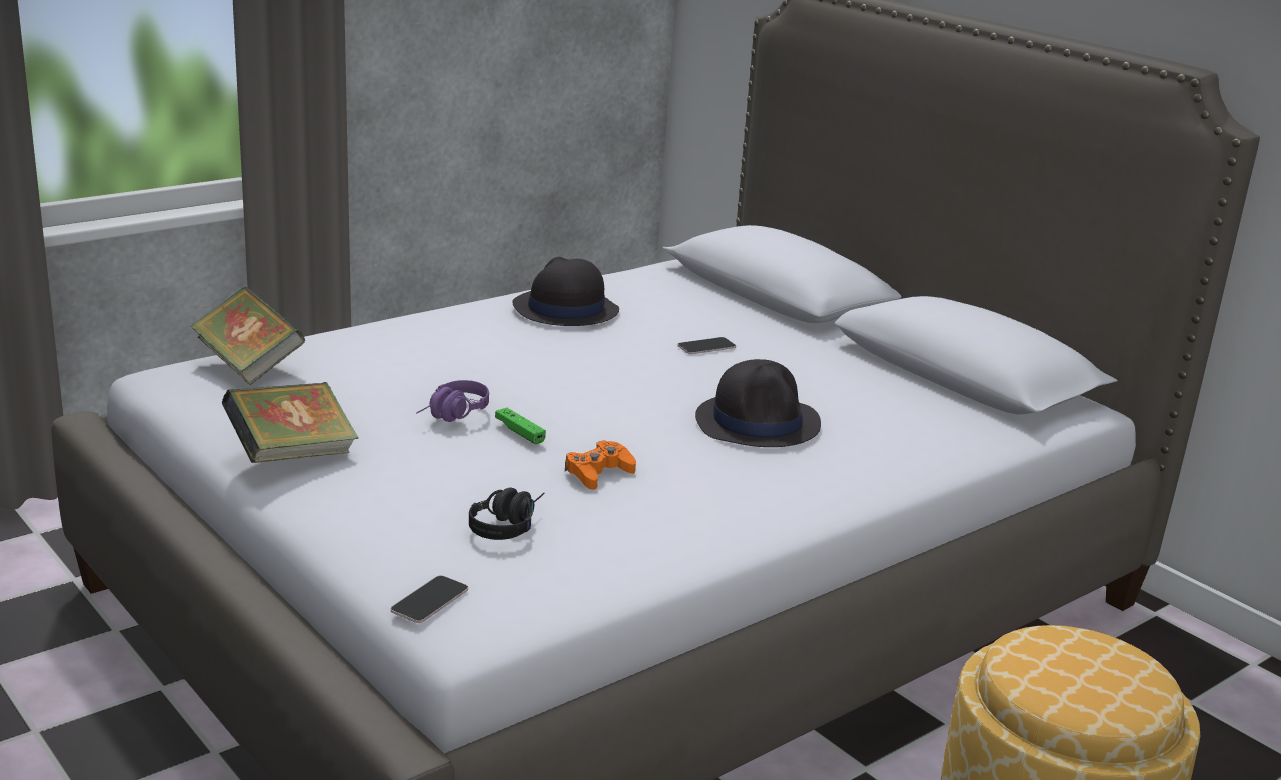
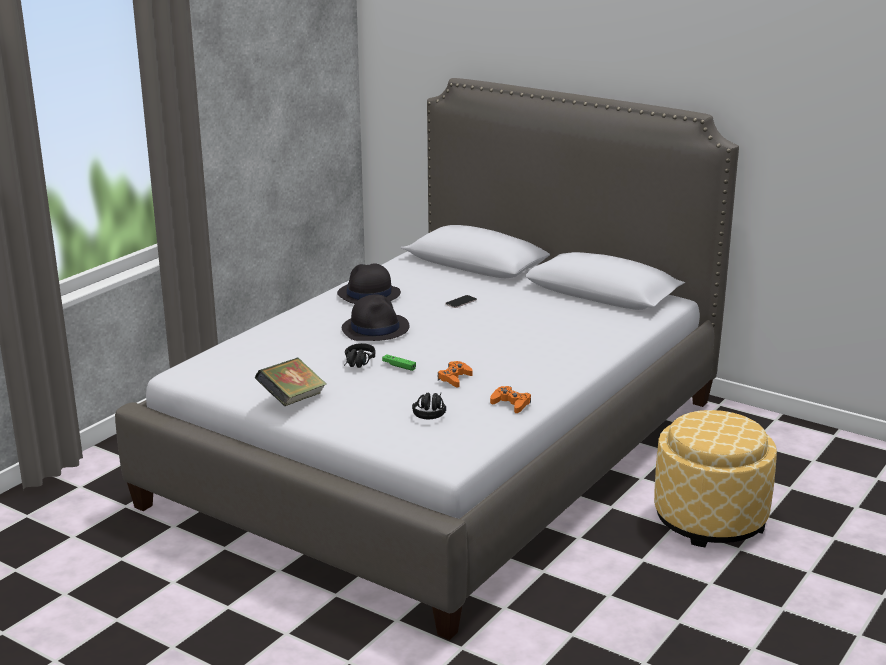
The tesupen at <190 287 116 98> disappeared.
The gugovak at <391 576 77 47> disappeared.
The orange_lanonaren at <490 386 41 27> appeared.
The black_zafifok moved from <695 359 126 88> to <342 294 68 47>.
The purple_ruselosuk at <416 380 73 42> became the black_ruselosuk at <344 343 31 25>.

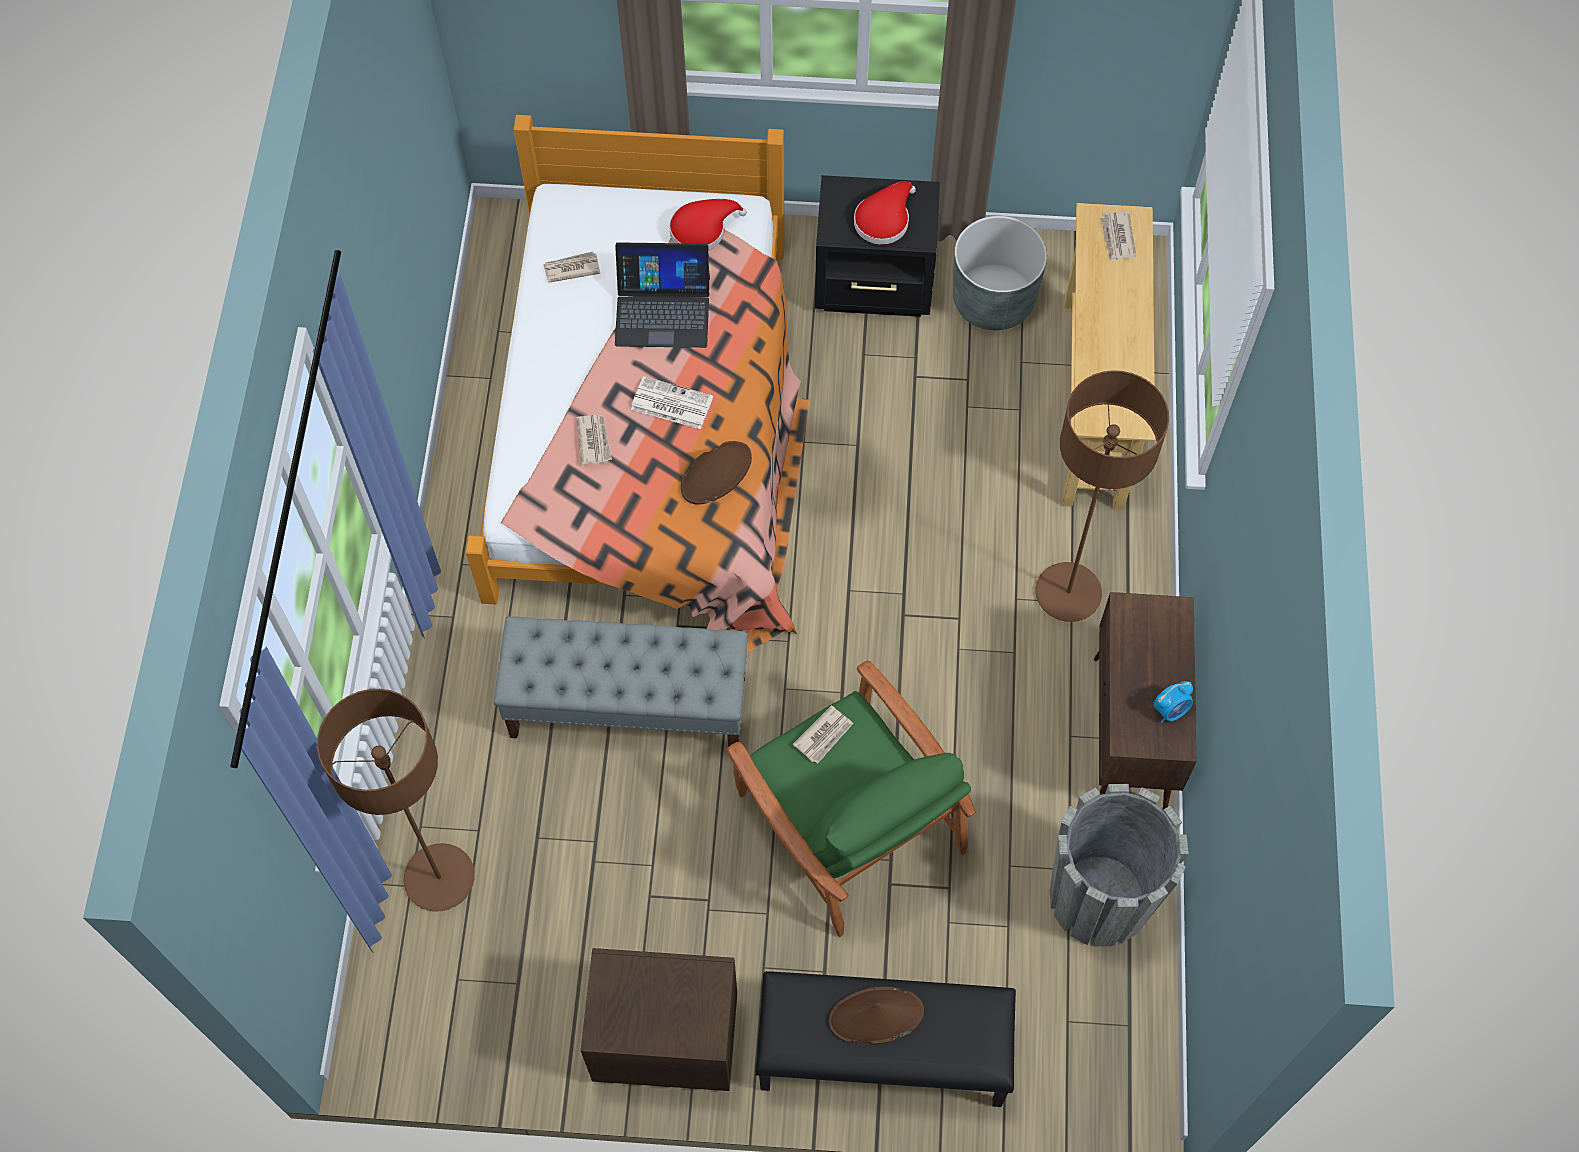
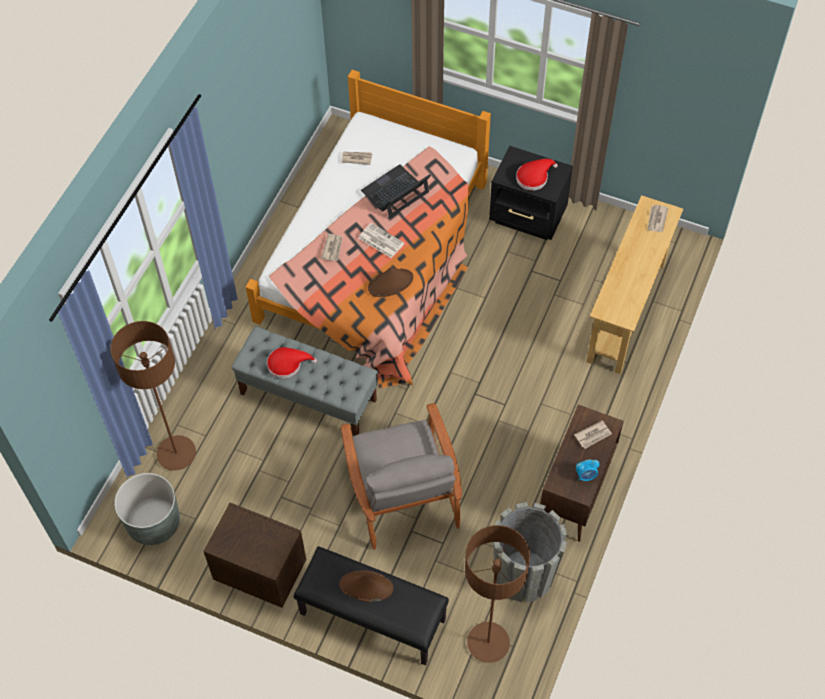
The red_zafifok moved from <669 199 78 51> to <267 347 50 32>.
The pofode moved from <793 705 61 59> to <574 420 38 29>.
The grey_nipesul moved from <953 216 94 114> to <114 473 66 72>.
The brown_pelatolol moved from <1036 370 133 252> to <465 525 65 138>.
The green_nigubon at <726 660 250 277> became the grey_nigubon at <341 403 121 147>.
The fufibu at <615 242 95 106> turned 120 degrees clockwise.

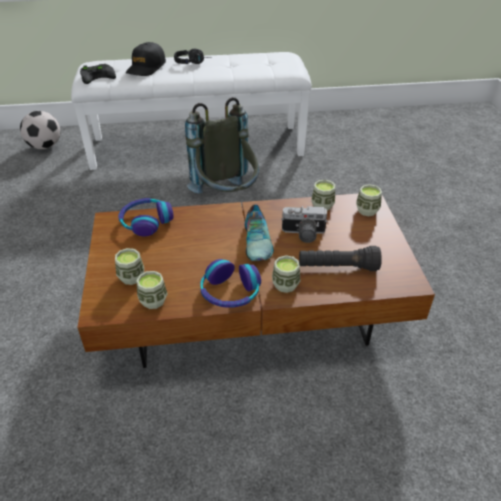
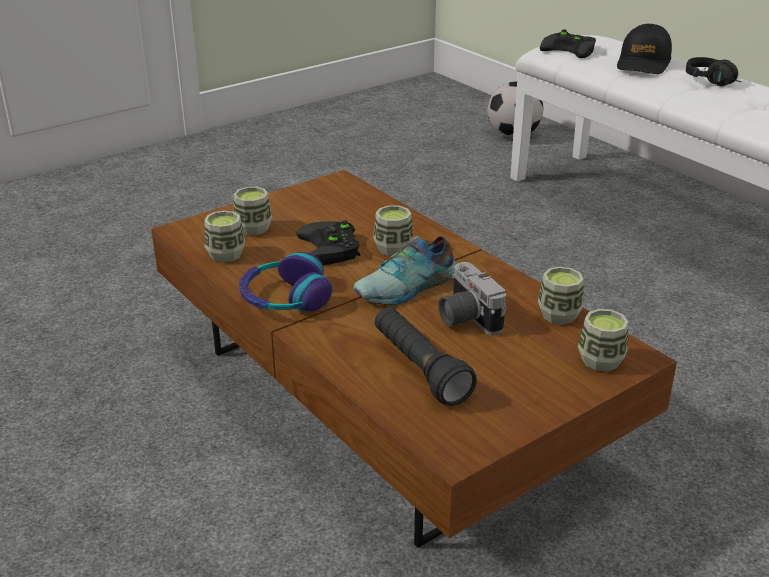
The ruselosuk at <118 198 56 39> disappeared.
The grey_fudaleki at <185 97 74 97> disappeared.
The black_lanonaren at <296 220 64 45> appeared.
The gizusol moved from <272 255 28 38> to <373 205 41 51>.
The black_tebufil at <126 42 40 34> turned 60 degrees counterclockwise.

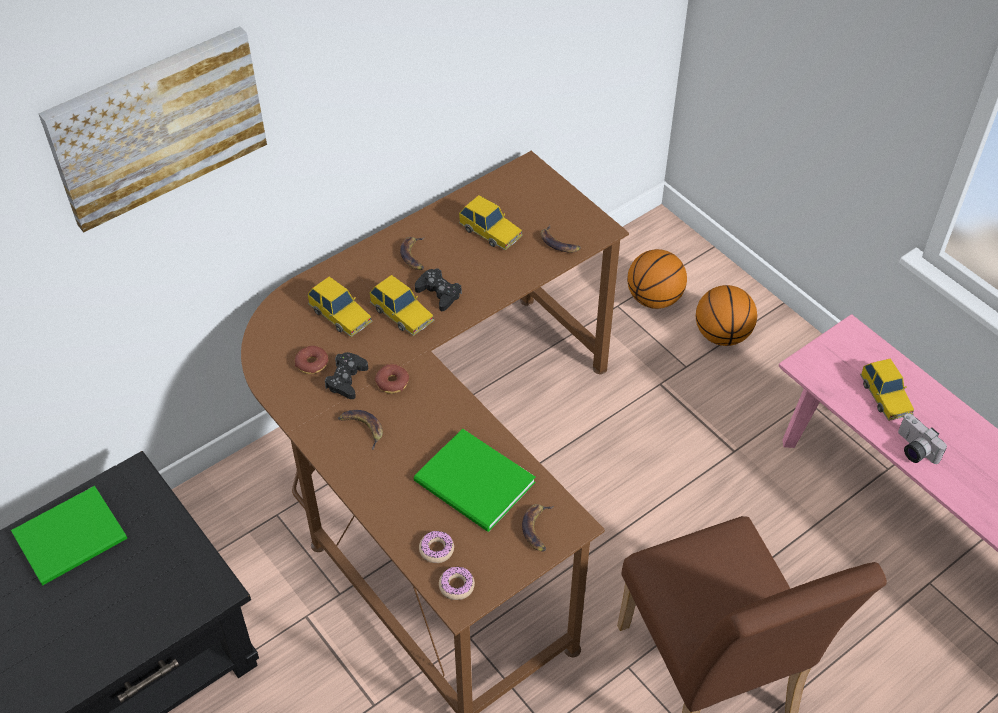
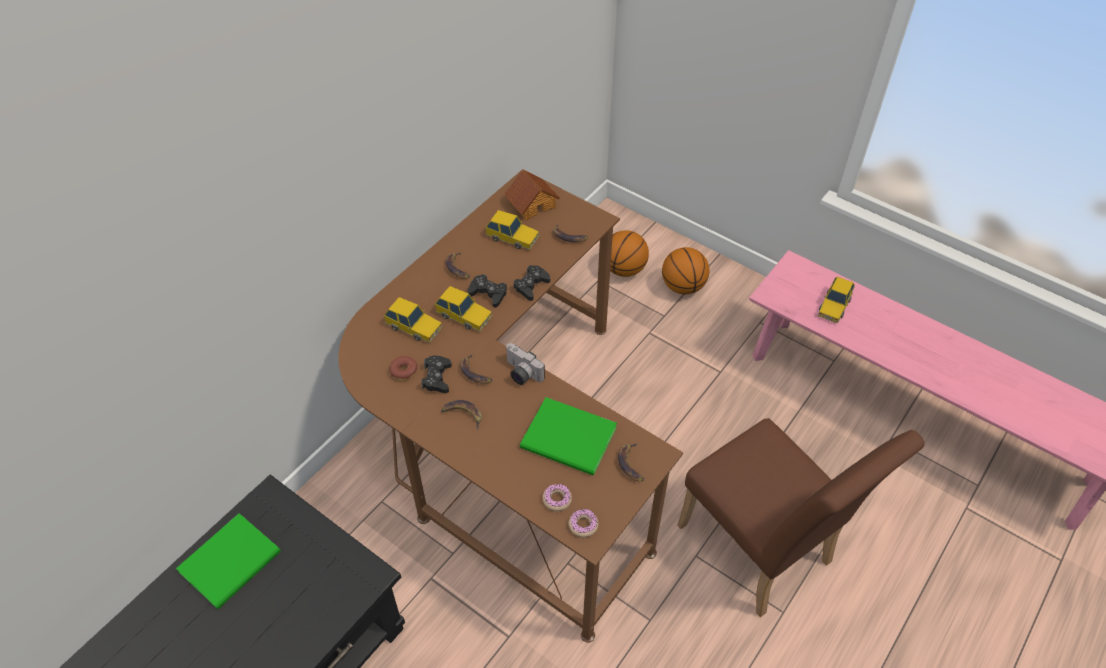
The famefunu at <38 26 229 207> disappeared.
The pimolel at <504 169 56 51> appeared.
The black_lanonaren at <513 265 37 36> appeared.
The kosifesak moved from <898 413 49 51> to <506 343 39 42>.
The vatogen at <375 364 34 30> was replaced by the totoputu at <460 353 32 31>.
The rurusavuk at <860 358 54 63> turned 60 degrees clockwise.

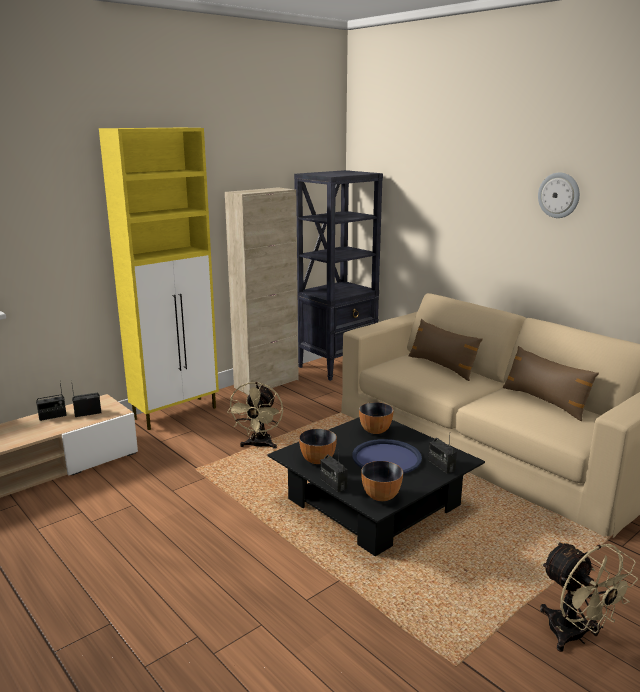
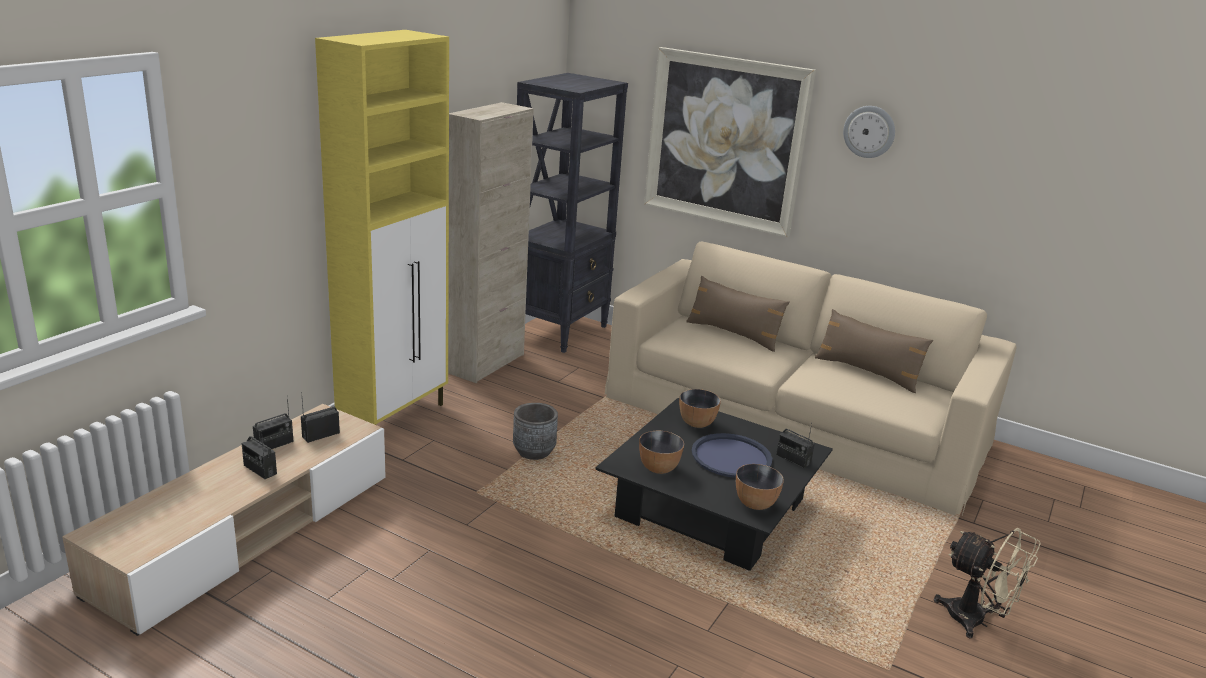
The famefunu at <644 47 172 190> appeared.
The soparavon moved from <320 449 28 43> to <242 429 35 50>.
The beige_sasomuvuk at <227 382 56 67> was replaced by the grey_nipesul at <513 403 45 57>.

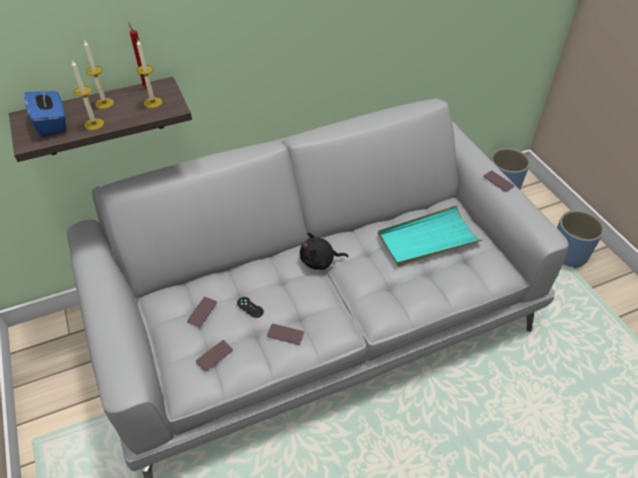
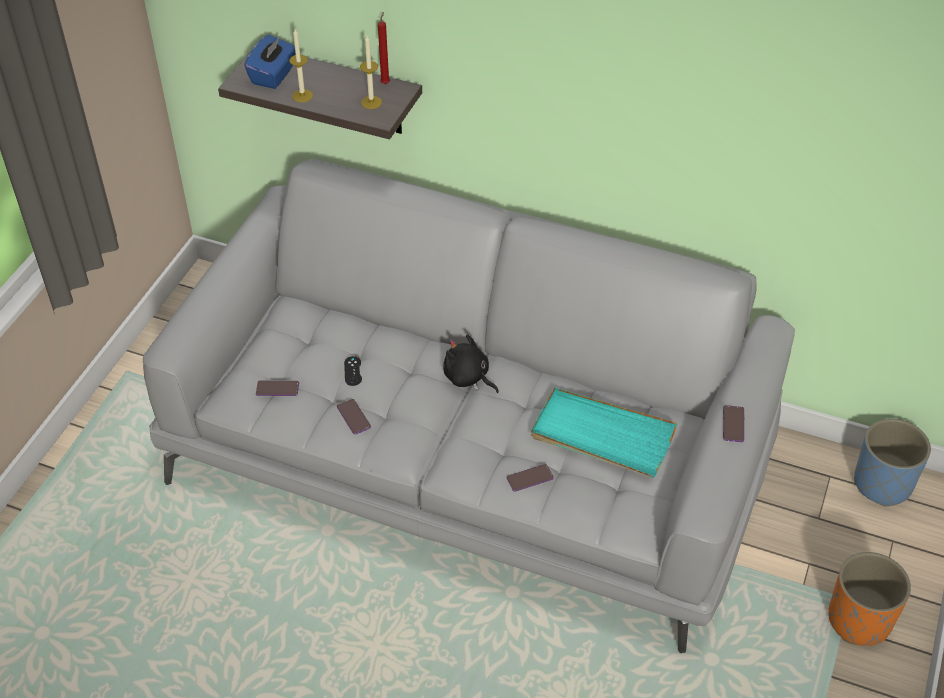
The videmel at <84 41 30 68> disappeared.
The gugovak moved from <187 297 30 30> to <506 464 48 28>.
The blue_nipesul at <557 210 47 58> became the orange_nipesul at <828 552 83 94>.

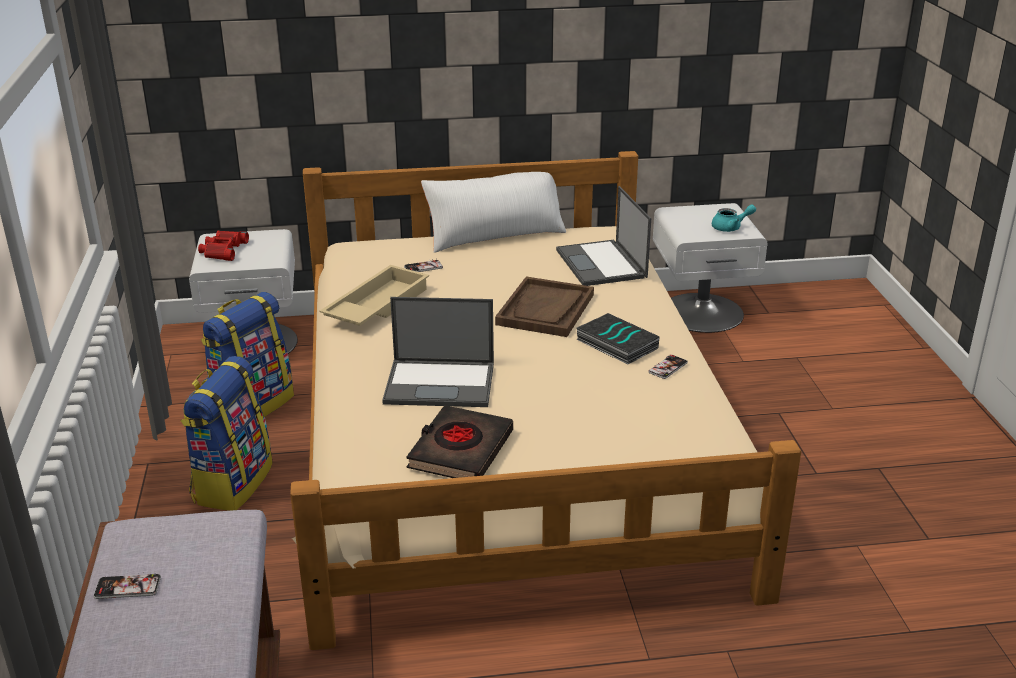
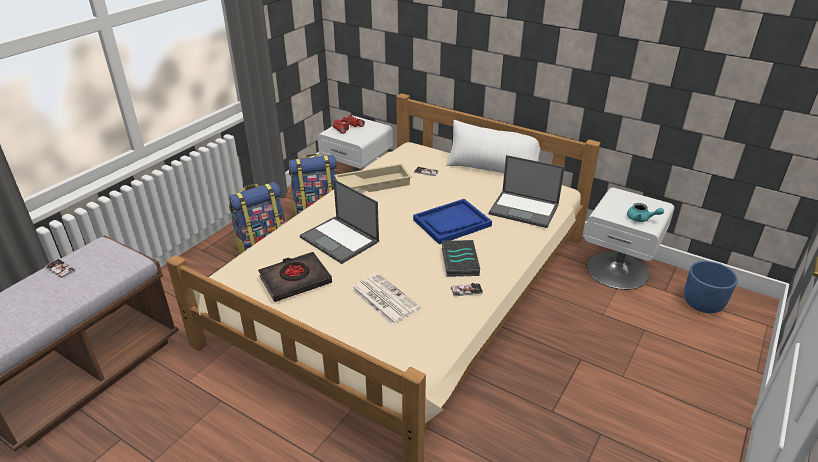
The pofode at <351 273 70 52> appeared.
The blue_nipesul at <684 261 54 52> appeared.
The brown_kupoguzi at <495 277 99 60> became the blue_kupoguzi at <413 199 79 45>.
The fufibu at <556 186 95 100> turned 90 degrees counterclockwise.

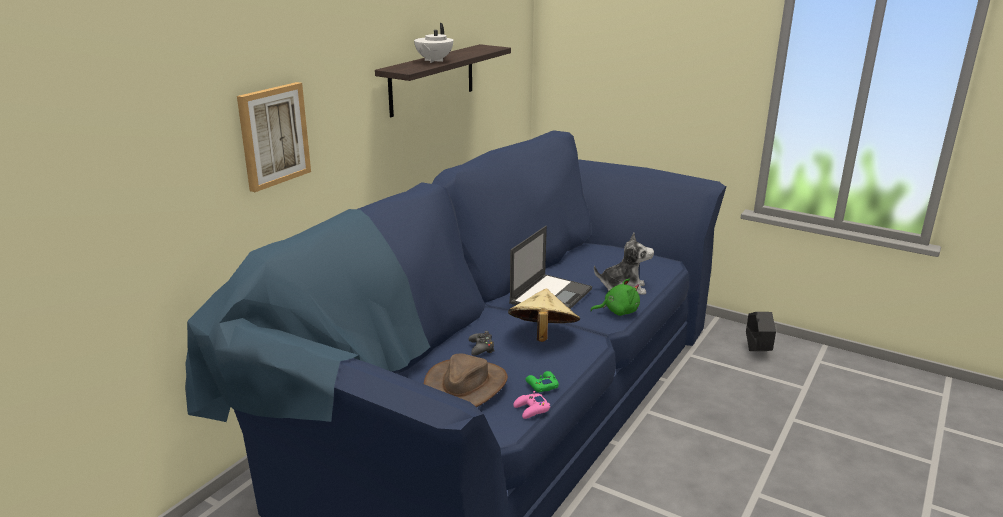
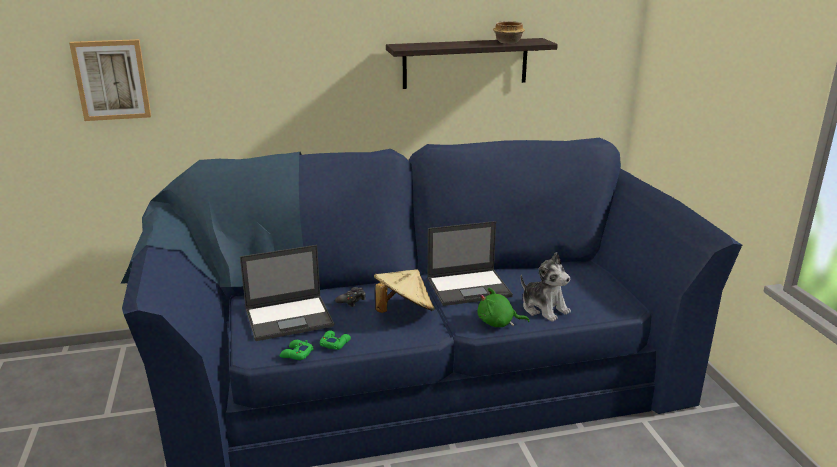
The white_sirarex at <414 23 39 40> disappeared.
The black_nipesul at <746 312 30 39> disappeared.
The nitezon at <493 21 32 23> appeared.
The famefunu moved from <237 82 74 110> to <69 39 82 82>.
The brown_zafifok at <424 354 84 53> was replaced by the fufibu at <240 245 94 96>.
The pink_lanonaren at <513 391 37 28> became the green_lanonaren at <280 340 33 20>.
The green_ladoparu at <590 279 50 37> turned 150 degrees clockwise.

